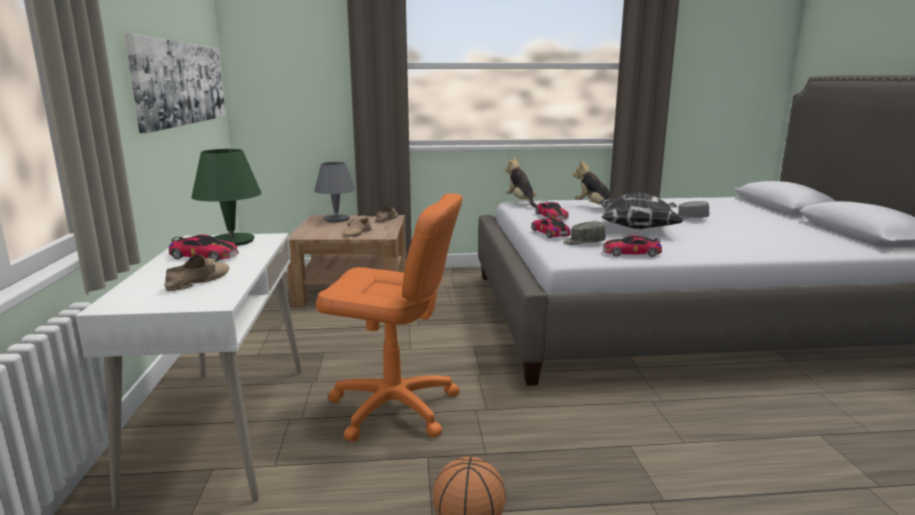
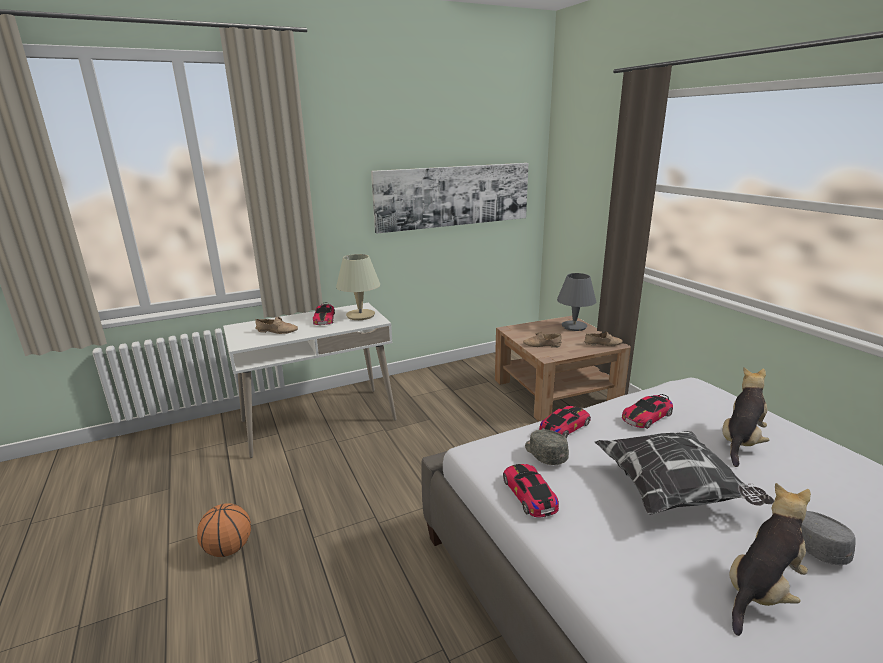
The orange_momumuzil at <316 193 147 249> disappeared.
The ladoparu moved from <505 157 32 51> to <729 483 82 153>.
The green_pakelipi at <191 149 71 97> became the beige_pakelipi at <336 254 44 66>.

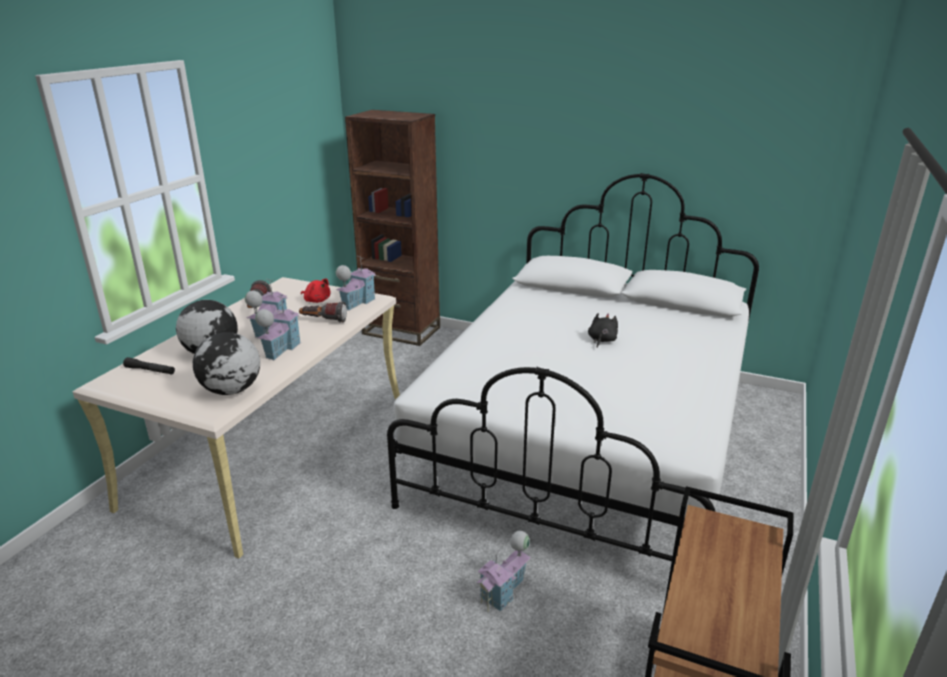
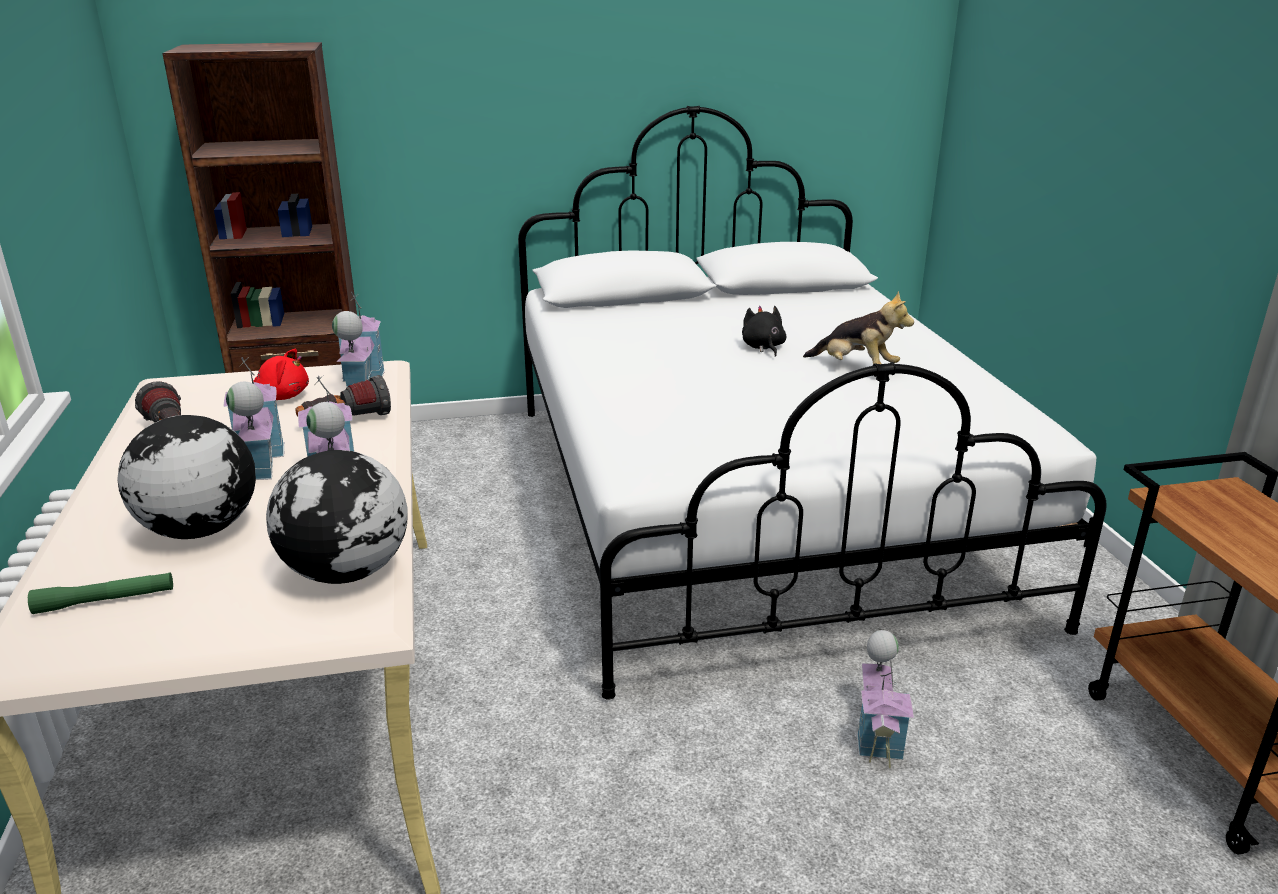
The ladoparu at <803 291 111 73> appeared.
The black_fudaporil at <123 357 52 17> became the green_fudaporil at <28 572 145 42>.

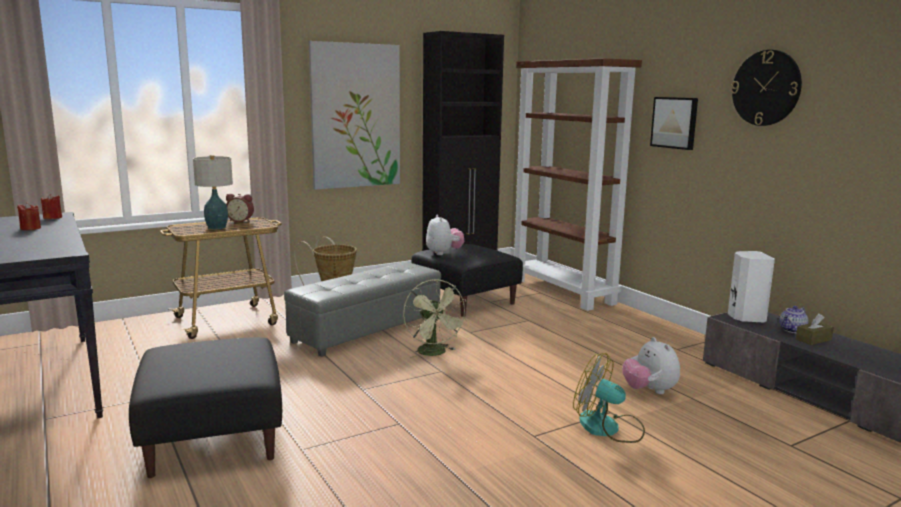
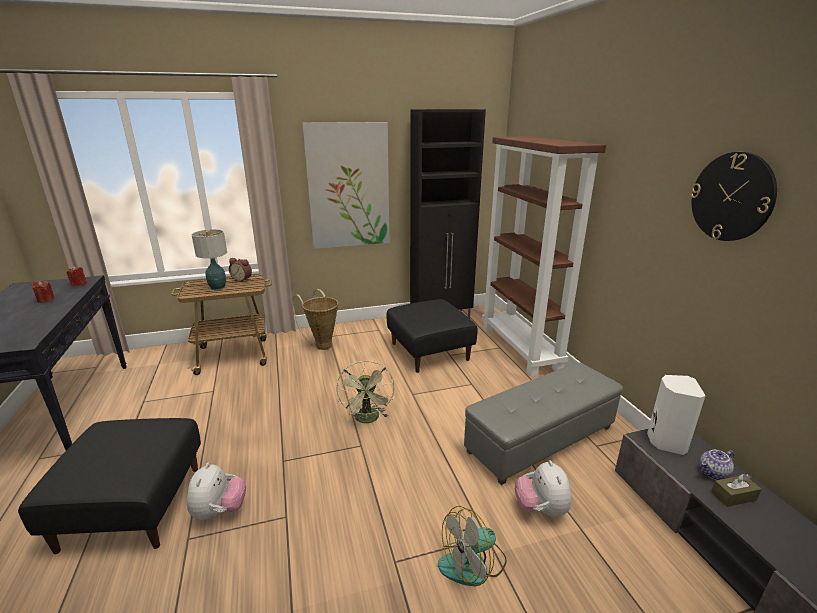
The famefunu at <650 97 48 53> disappeared.
The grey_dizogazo moved from <284 262 157 95> to <464 363 159 122>.
The ladoparu moved from <426 215 38 40> to <187 462 59 58>.
The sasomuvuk at <573 353 72 90> turned 75 degrees counterclockwise.

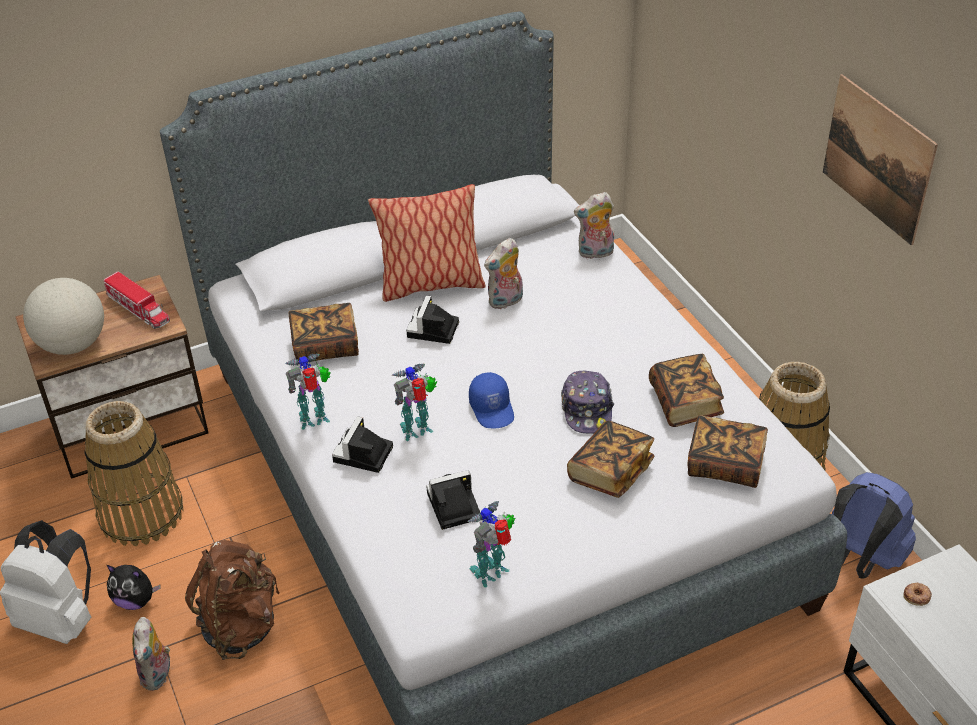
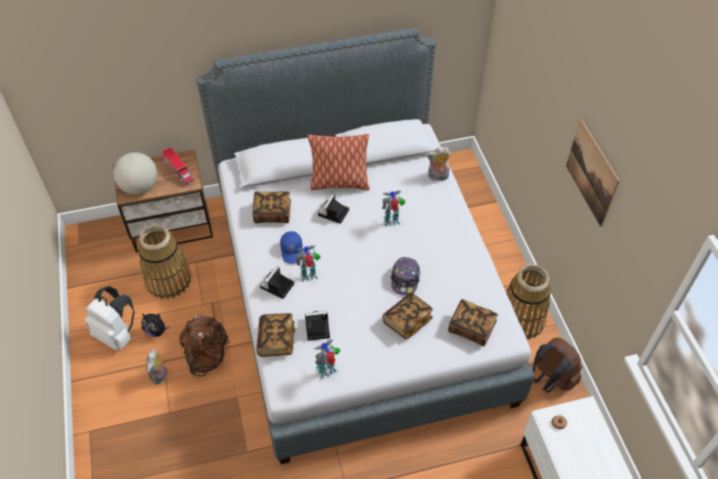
The ladoparu at <484 238 39 72> disappeared.
The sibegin moved from <285 354 46 76> to <382 191 23 36>.
The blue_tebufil moved from <469 372 45 56> to <280 231 23 33>.
The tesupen moved from <649 354 75 73> to <256 313 39 44>.
The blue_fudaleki at <832 472 84 107> became the brown_fudaleki at <533 338 49 55>.

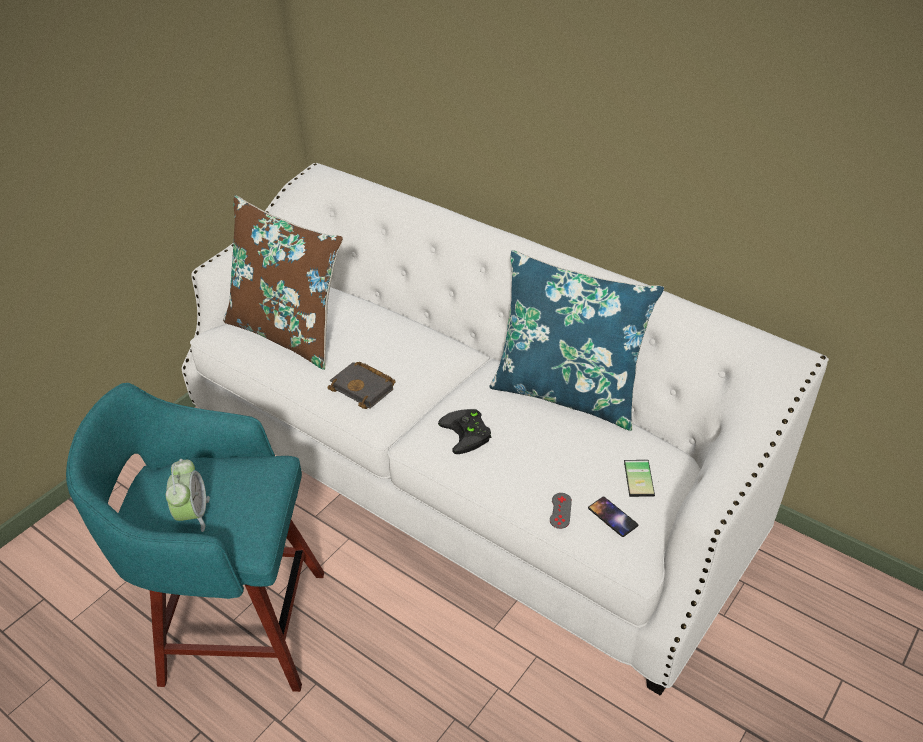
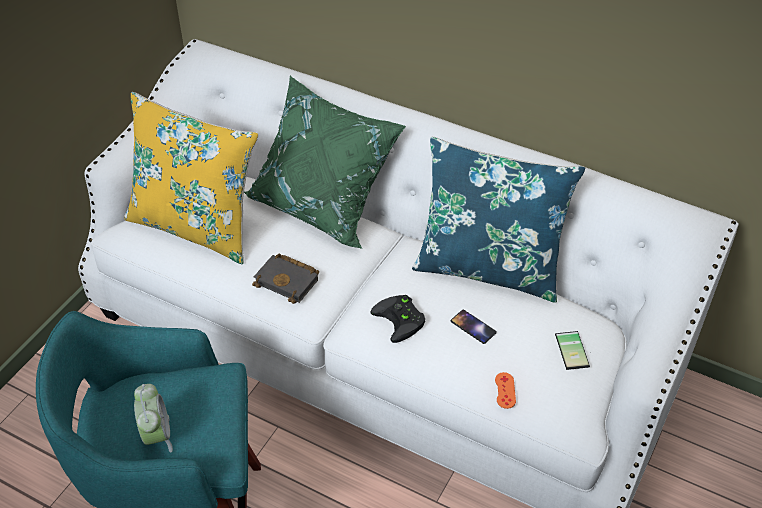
The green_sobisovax at <244 76 162 173> appeared.
The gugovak moved from <588 497 50 40> to <451 310 46 34>.
The brown_sobisovax at <223 195 120 175> became the yellow_sobisovax at <124 92 135 172>.
The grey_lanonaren at <550 493 22 36> became the orange_lanonaren at <495 372 21 37>.

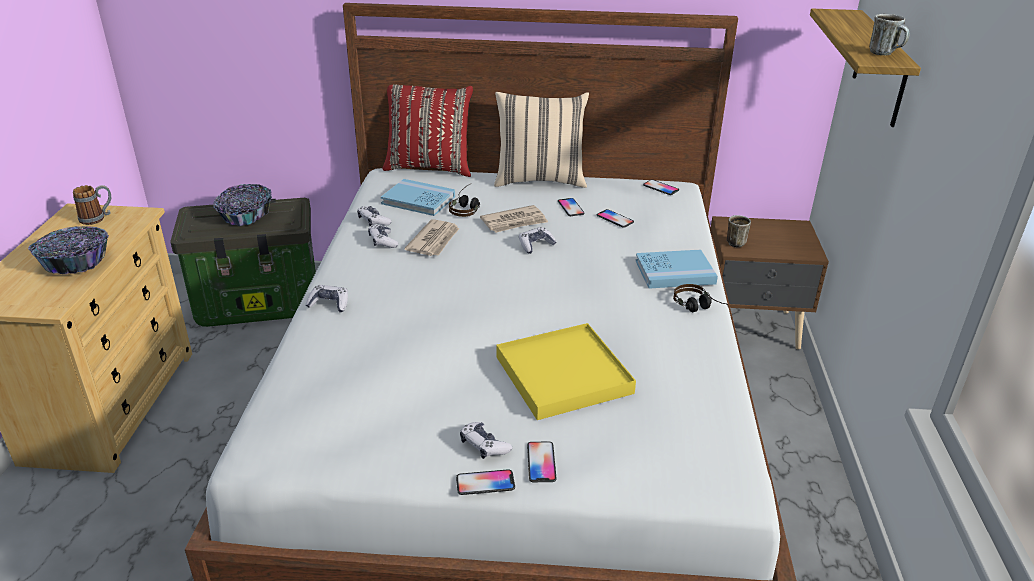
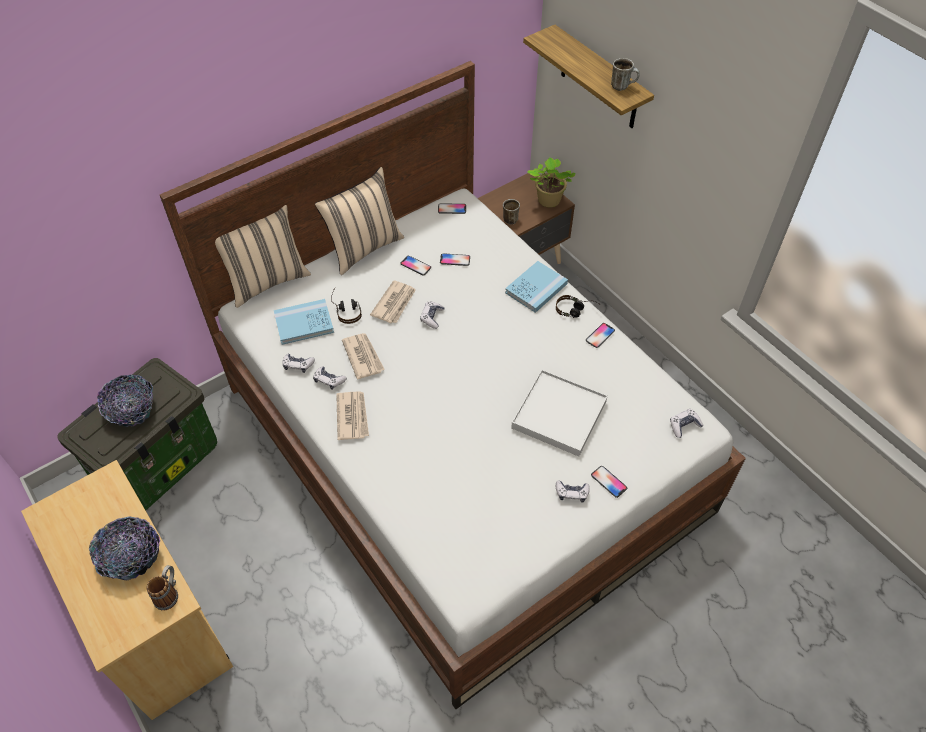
The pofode at <336 391 33 49> appeared.
The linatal at <527 157 48 50> appeared.
The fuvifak moved from <73 185 38 40> to <146 565 32 45>.
The lanonaren moved from <306 285 42 27> to <670 409 34 29>.
The gugovak moved from <456 469 59 26> to <586 323 29 25>.
The red_sobisovax at <382 85 91 92> became the beige_sobisovax at <215 205 96 103>.
The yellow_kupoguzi at <496 323 140 97> became the white_kupoguzi at <511 370 97 87>.

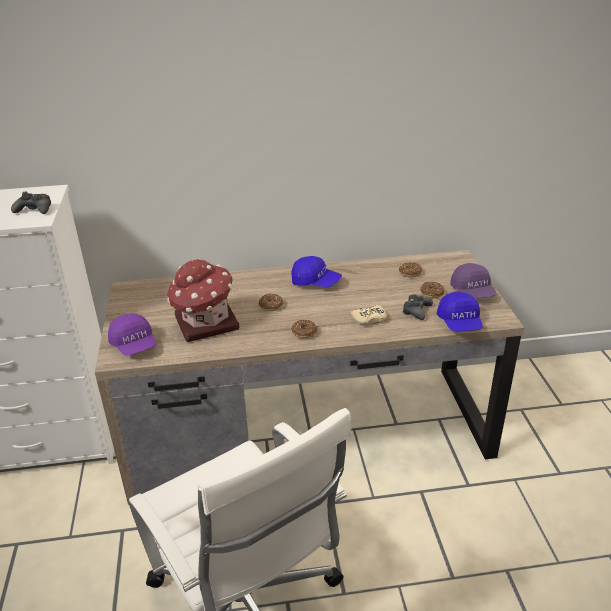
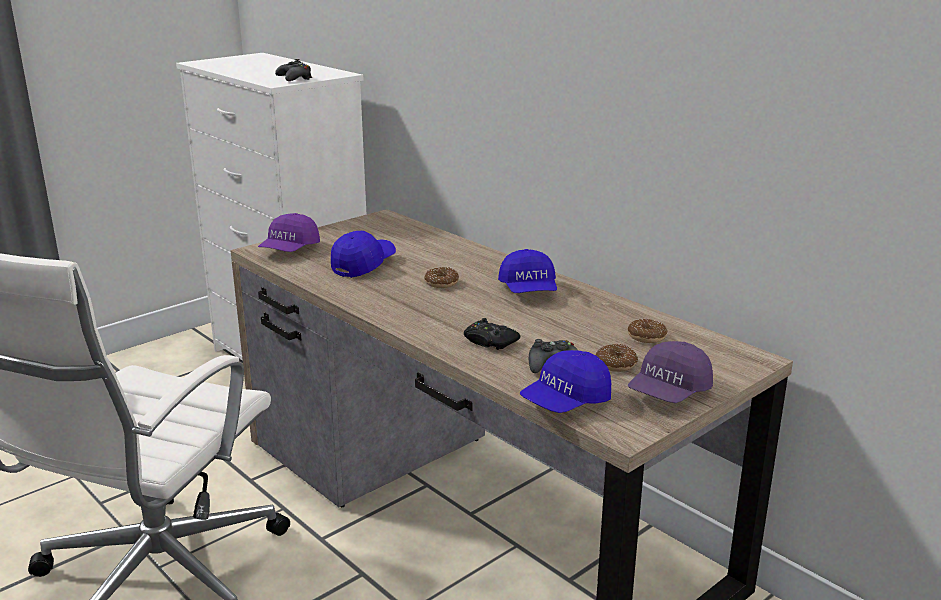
The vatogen at <292 320 26 18> disappeared.
The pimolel at <167 258 72 84> was replaced by the blue_tebufil at <331 231 65 47>.
The beige_lanonaren at <351 305 36 20> became the black_lanonaren at <464 318 56 32>.

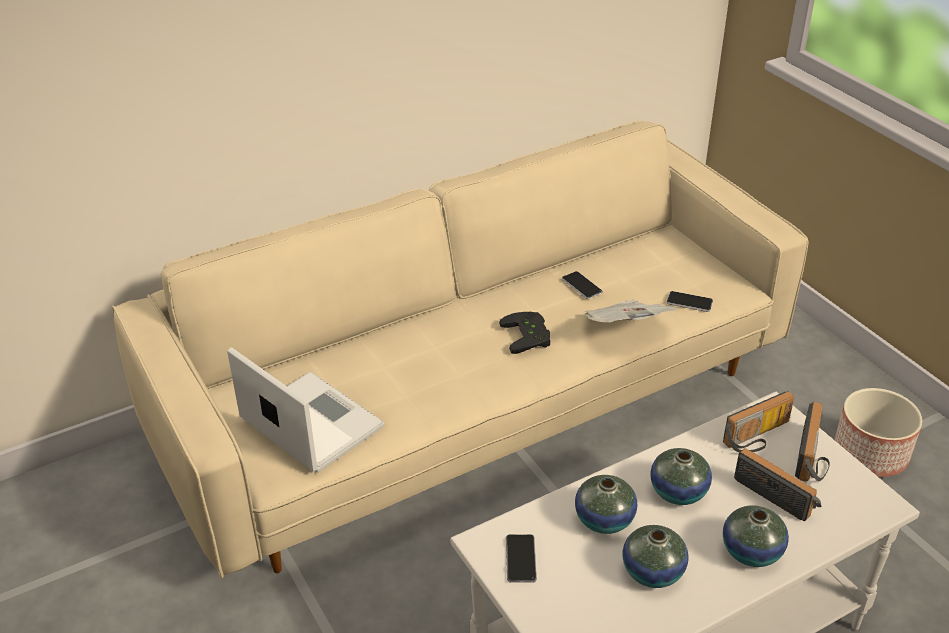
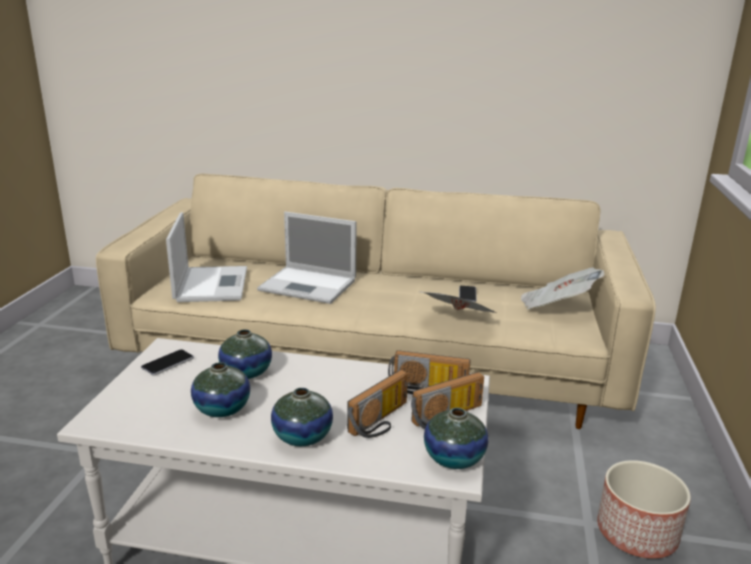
The black_lanonaren at <499 312 51 42> disappeared.
The gugovak at <667 291 46 21> disappeared.
The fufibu at <257 212 100 92> appeared.
The pofode at <520 267 85 42> appeared.
The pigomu moved from <651 448 61 57> to <424 408 65 61>.
The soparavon at <734 448 87 73> turned 45 degrees clockwise.

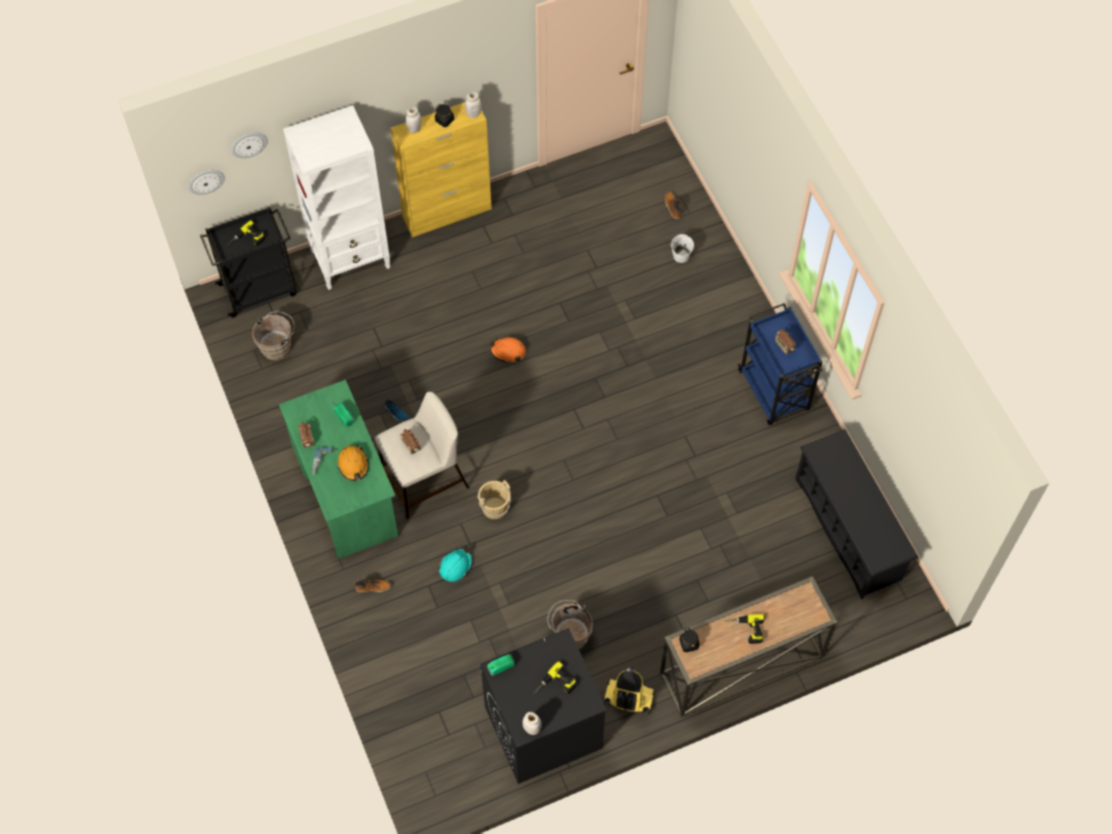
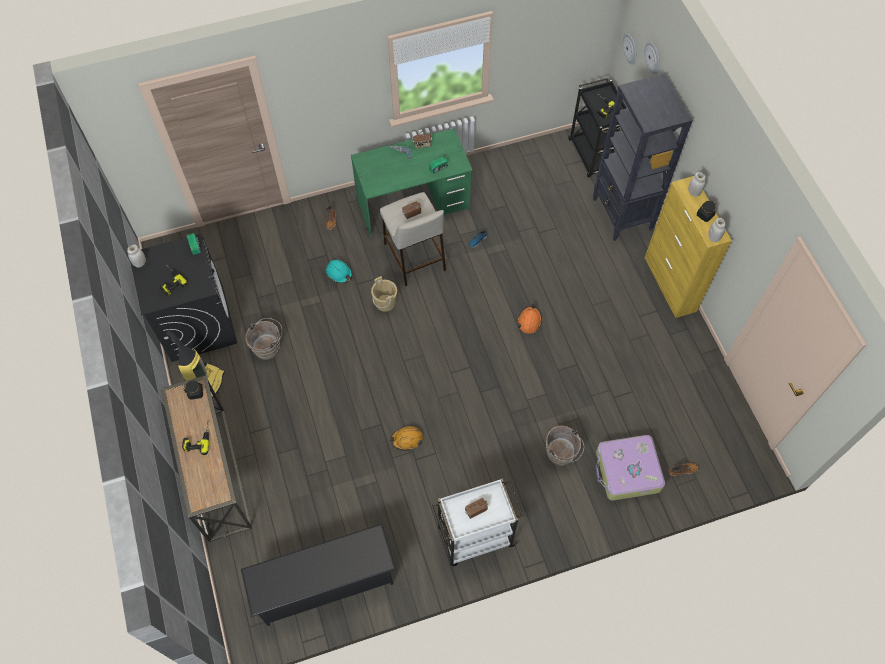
The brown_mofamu moved from <252 311 43 49> to <546 425 38 41>.
The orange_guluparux moved from <337 445 32 36> to <390 426 33 25>.
The white_mofamu at <671 234 23 29> was replaced by the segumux at <596 435 69 66>.
The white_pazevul at <283 105 107 185> became the black_pazevul at <593 73 100 168>.
The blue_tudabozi at <738 303 85 122> became the white_tudabozi at <432 478 92 88>.

